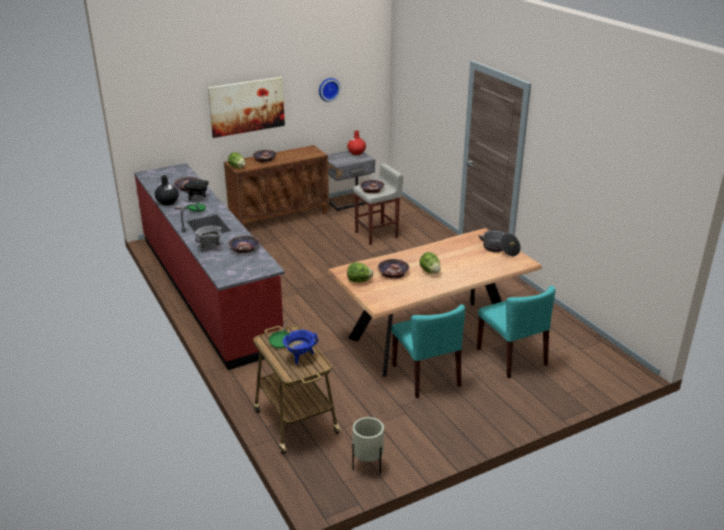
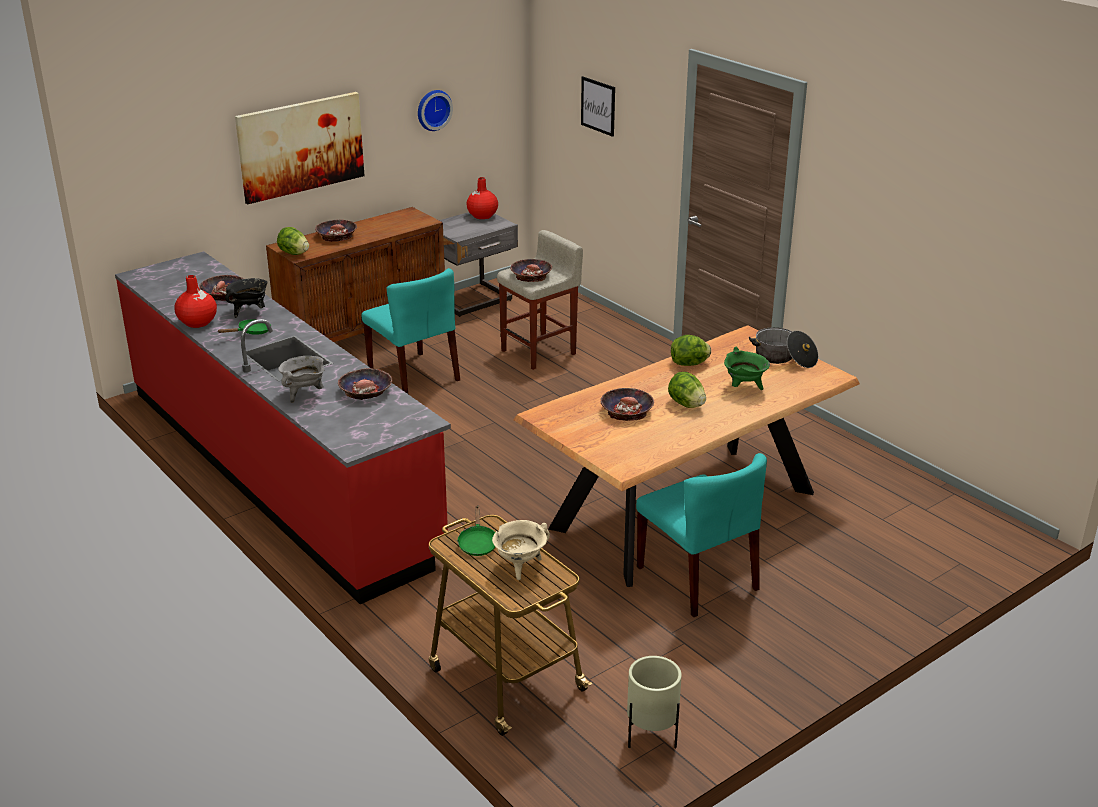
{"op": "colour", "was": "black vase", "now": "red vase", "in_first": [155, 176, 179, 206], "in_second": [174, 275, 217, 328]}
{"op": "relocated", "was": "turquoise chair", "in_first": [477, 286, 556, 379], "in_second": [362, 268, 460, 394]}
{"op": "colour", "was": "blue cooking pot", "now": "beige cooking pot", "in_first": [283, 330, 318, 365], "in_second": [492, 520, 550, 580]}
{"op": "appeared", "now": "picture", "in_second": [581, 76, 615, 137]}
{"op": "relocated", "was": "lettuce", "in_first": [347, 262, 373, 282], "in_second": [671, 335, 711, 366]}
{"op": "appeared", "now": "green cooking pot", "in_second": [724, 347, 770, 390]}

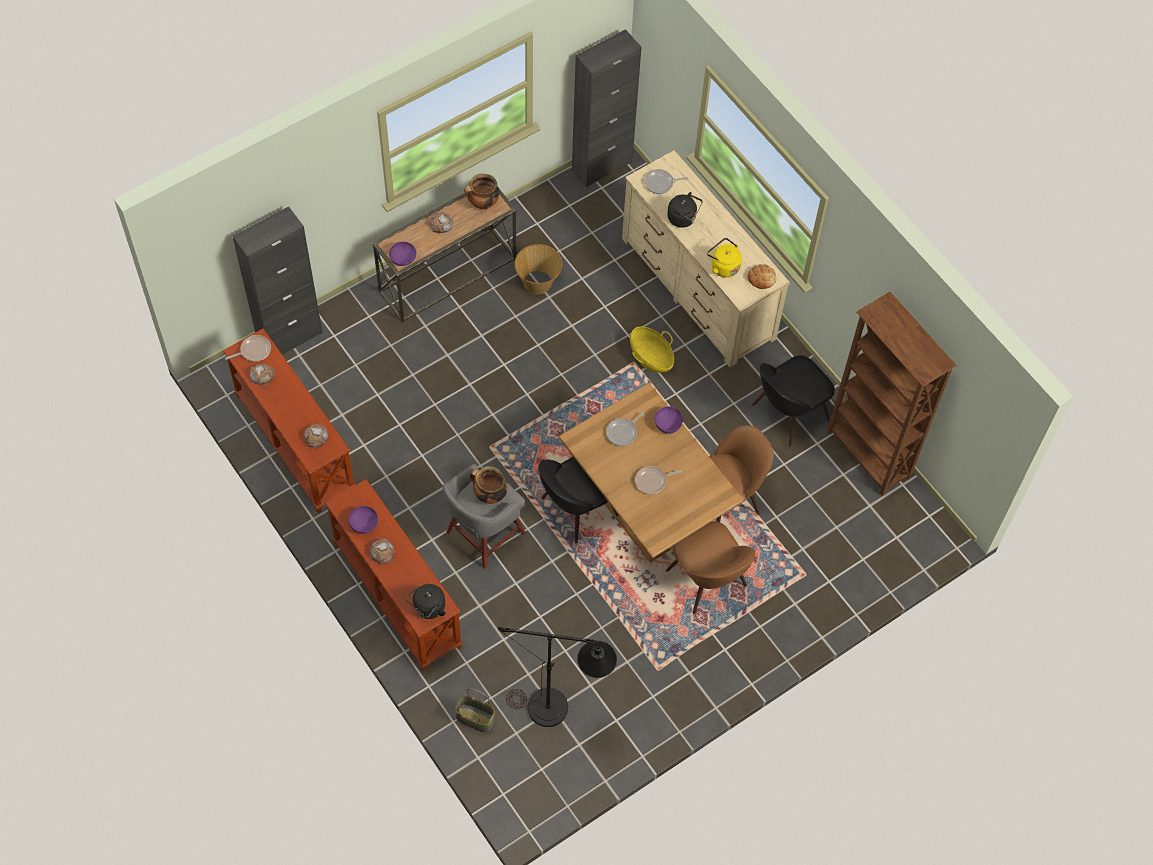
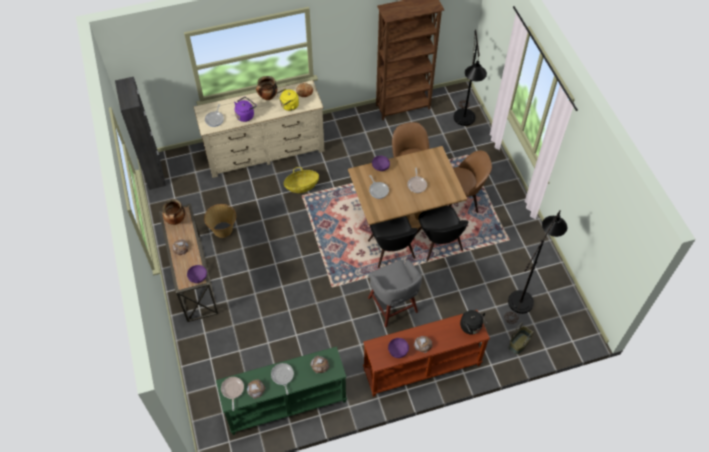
{"op": "colour", "was": "brown console table", "now": "green console table", "in_first": [223, 329, 356, 513], "in_second": [216, 346, 347, 435]}
{"op": "colour", "was": "black kettle", "now": "purple kettle", "in_first": [667, 192, 703, 228], "in_second": [234, 97, 257, 122]}
{"op": "relocated", "was": "cooking pot", "in_first": [470, 466, 508, 504], "in_second": [256, 76, 277, 100]}
{"op": "appeared", "now": "frying pan", "in_second": [271, 363, 294, 395]}
{"op": "relocated", "was": "black chair", "in_first": [752, 355, 835, 447], "in_second": [416, 206, 469, 262]}
{"op": "appeared", "now": "black floor lamp", "in_second": [454, 29, 487, 126]}
{"op": "missing", "was": "black cabinet", "in_first": [233, 206, 323, 355]}

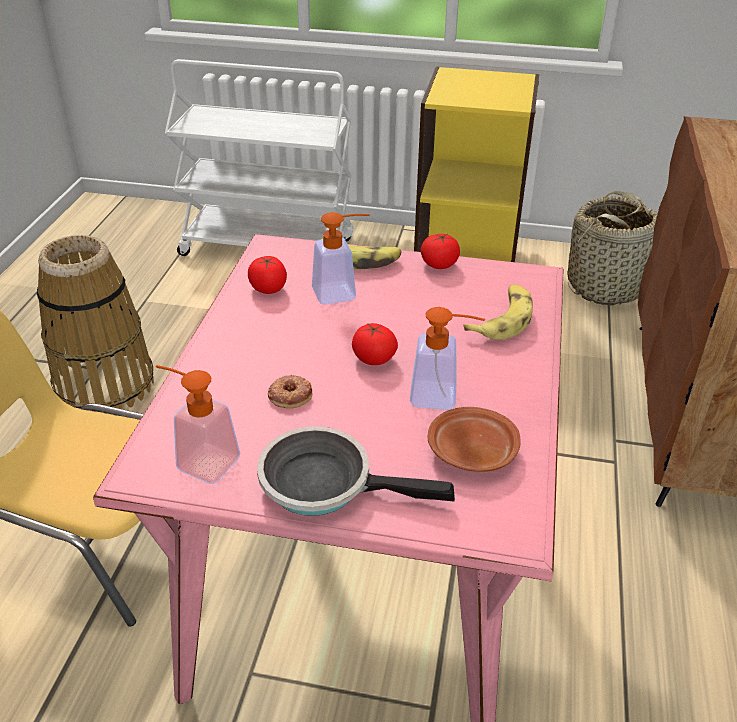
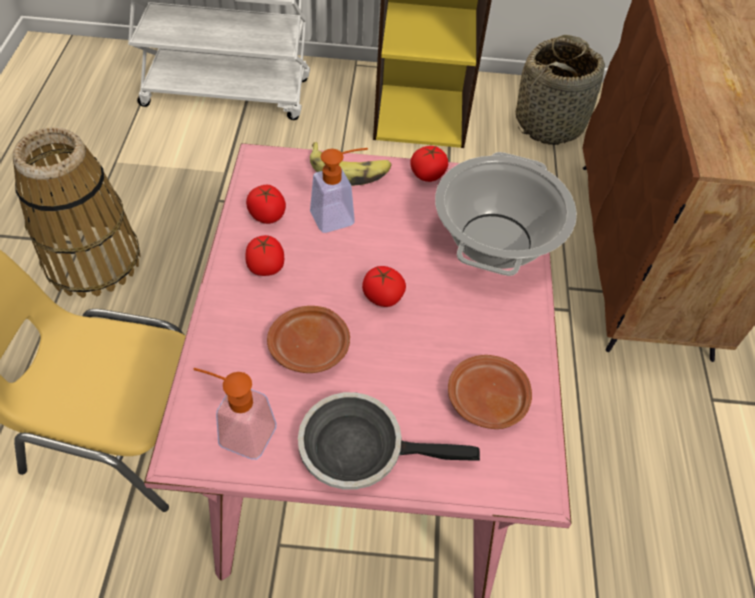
{"op": "appeared", "now": "tomato", "in_second": [245, 235, 284, 276]}
{"op": "exchanged", "was": "donut", "now": "brown plate", "in_first": [268, 375, 312, 408], "in_second": [267, 306, 350, 373]}
{"op": "exchanged", "was": "banana", "now": "cooking pot", "in_first": [463, 284, 533, 340], "in_second": [435, 152, 577, 276]}
{"op": "missing", "was": "soap dispenser", "in_first": [410, 307, 485, 410]}

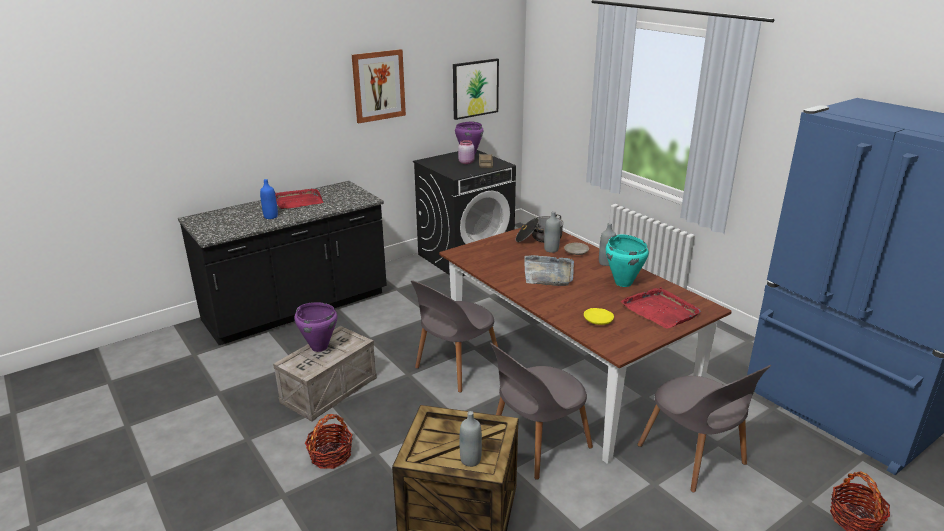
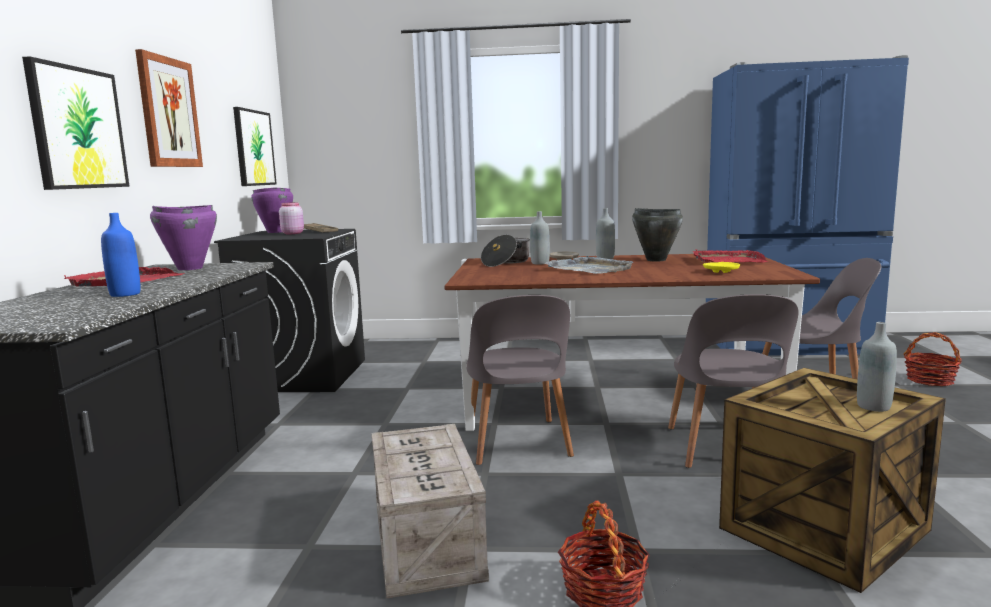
{"op": "appeared", "now": "picture", "in_second": [22, 56, 130, 190]}
{"op": "relocated", "was": "purple cooking pot", "in_first": [295, 302, 337, 352], "in_second": [150, 205, 217, 270]}
{"op": "colour", "was": "turquoise cooking pot", "now": "black cooking pot", "in_first": [606, 234, 649, 287], "in_second": [632, 208, 683, 261]}

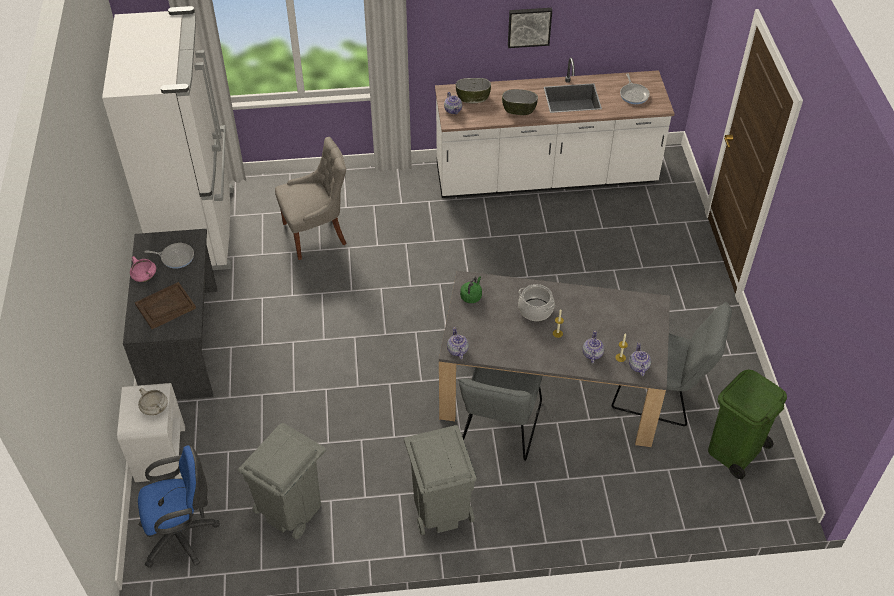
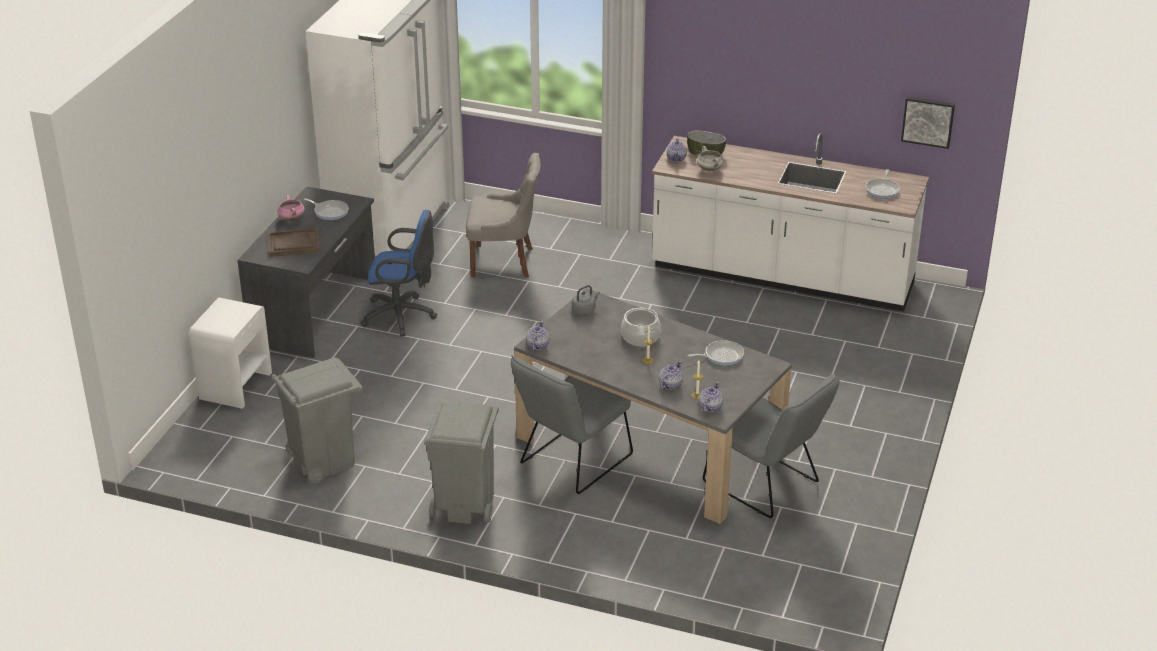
{"op": "relocated", "was": "blue office chair", "in_first": [138, 445, 220, 568], "in_second": [360, 210, 437, 336]}
{"op": "colour", "was": "green kettle", "now": "grey kettle", "in_first": [460, 277, 482, 303], "in_second": [572, 285, 600, 315]}
{"op": "appeared", "now": "frying pan", "in_second": [687, 340, 744, 366]}
{"op": "relocated", "was": "white cooking pot", "in_first": [138, 388, 168, 415], "in_second": [697, 146, 723, 172]}
{"op": "relocated", "was": "picture", "in_first": [508, 8, 552, 48], "in_second": [901, 96, 955, 149]}
{"op": "missing", "was": "bowl", "in_first": [502, 89, 538, 115]}
{"op": "missing", "was": "green trash can", "in_first": [708, 370, 787, 479]}

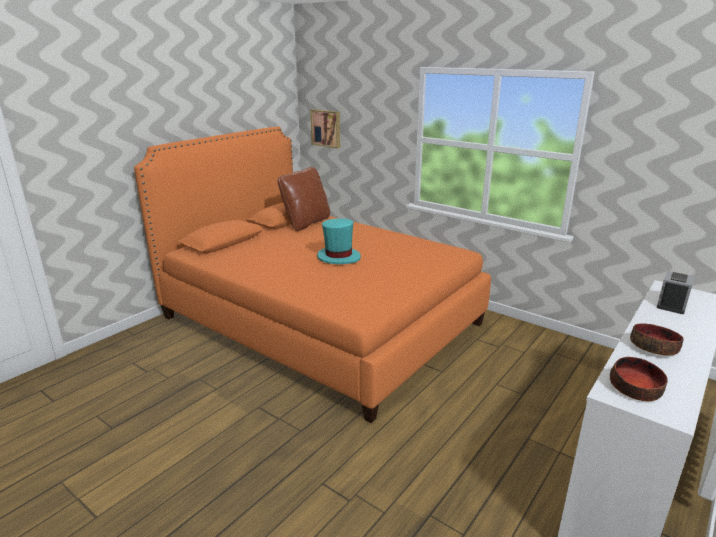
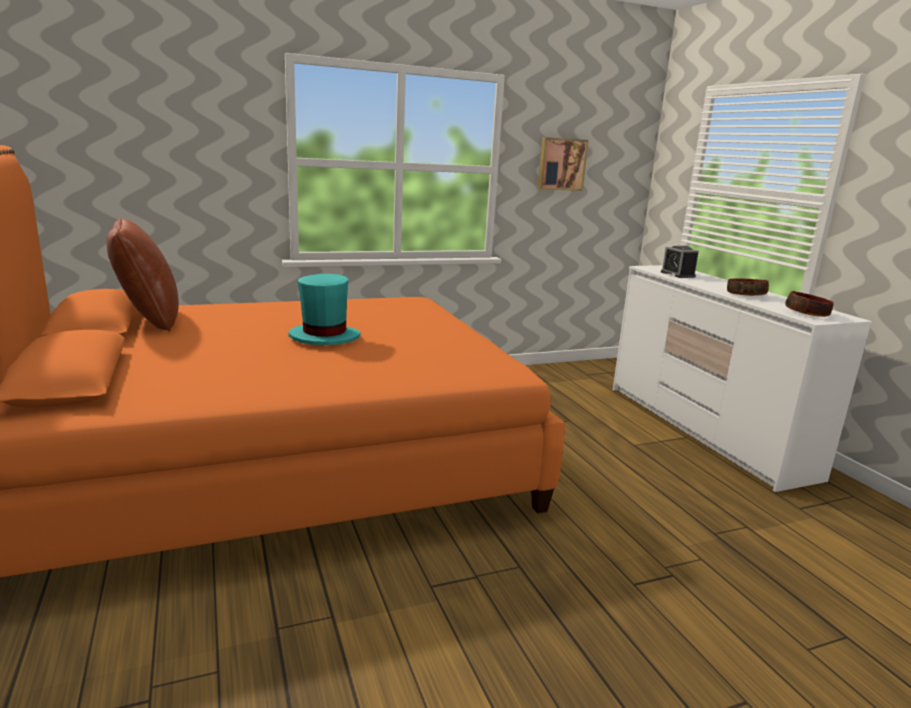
{"op": "relocated", "was": "picture", "in_first": [310, 109, 340, 148], "in_second": [538, 137, 589, 191]}

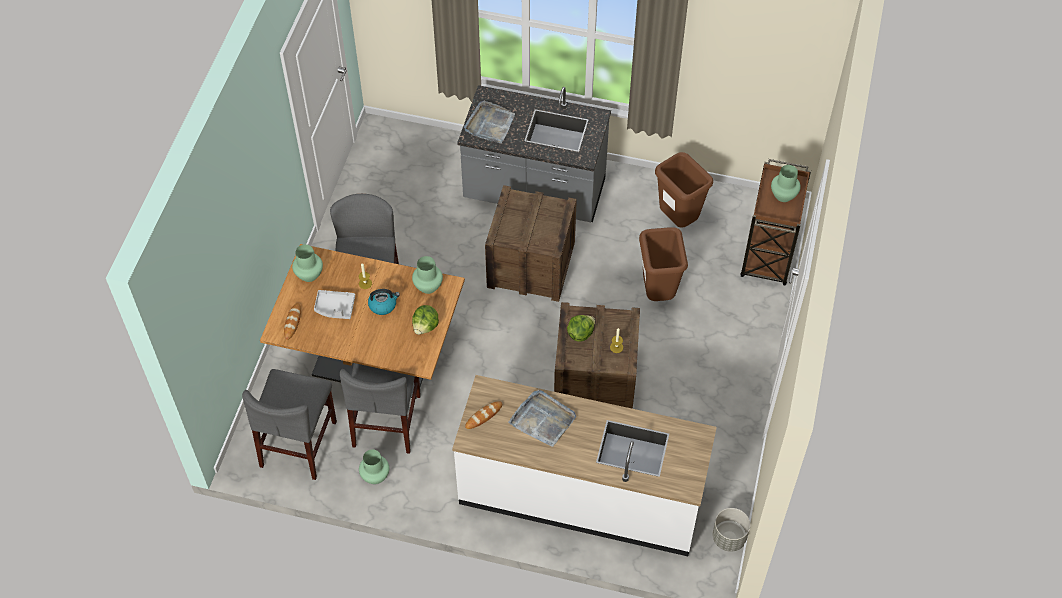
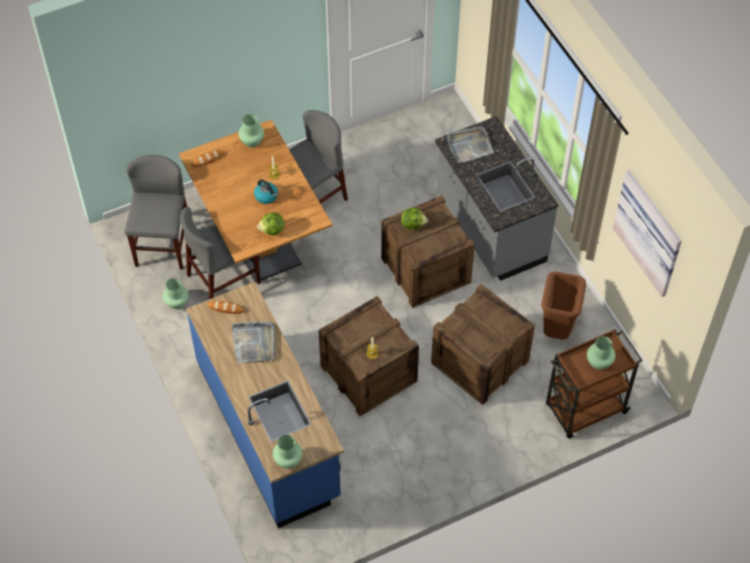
{"op": "spun", "was": "grey chair", "in_first": [242, 369, 337, 480], "in_second": [124, 155, 187, 270], "clockwise": 120}
{"op": "colour", "was": "white counter", "now": "blue counter", "in_first": [452, 375, 717, 556], "in_second": [186, 282, 344, 528]}
{"op": "relocated", "was": "green vase", "in_first": [412, 256, 443, 294], "in_second": [273, 435, 302, 469]}
{"op": "relocated", "was": "lettuce", "in_first": [567, 315, 595, 342], "in_second": [401, 207, 428, 230]}
{"op": "exchanged", "was": "brown trash can", "now": "crate", "in_first": [639, 227, 688, 301], "in_second": [431, 284, 535, 405]}
{"op": "appeared", "now": "picture", "in_second": [613, 171, 682, 297]}
{"op": "missing", "was": "grey tray", "in_first": [314, 290, 355, 319]}
{"op": "missing", "was": "grey planter", "in_first": [712, 508, 750, 552]}

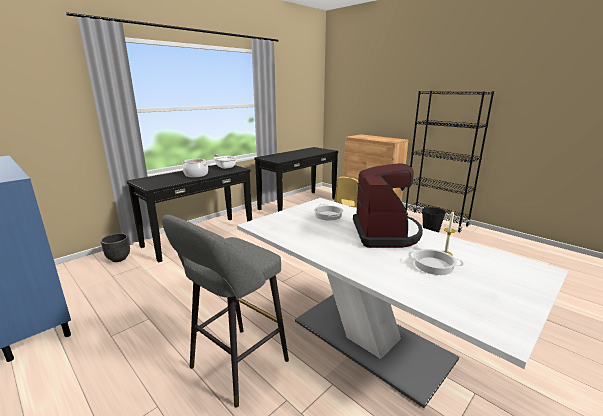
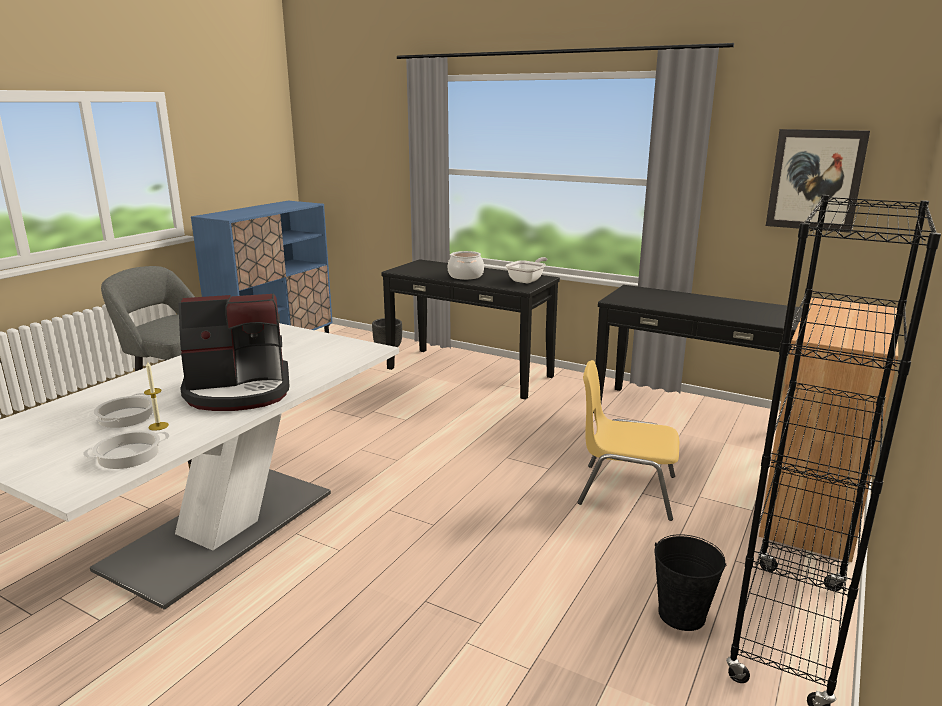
{"op": "relocated", "was": "cooking pot", "in_first": [314, 204, 343, 221], "in_second": [83, 430, 170, 469]}
{"op": "appeared", "now": "picture", "in_second": [766, 129, 870, 233]}

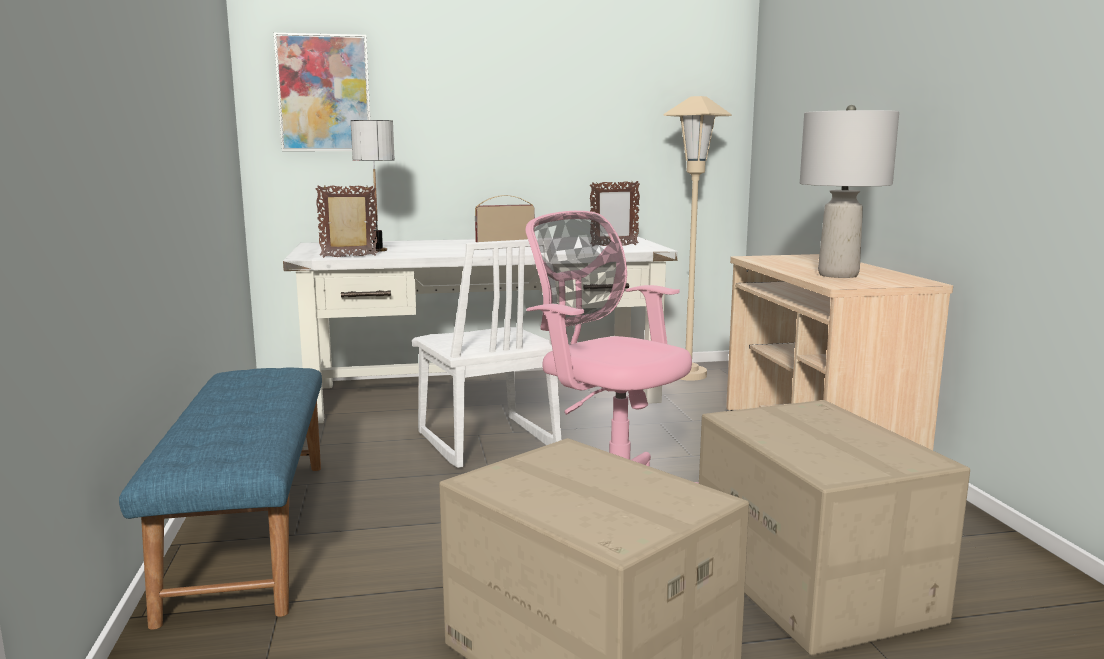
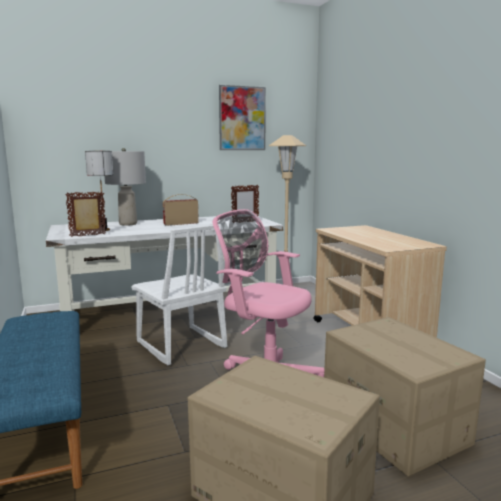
{"op": "relocated", "was": "grey table lamp", "in_first": [800, 105, 899, 278], "in_second": [105, 148, 146, 226]}
{"op": "relocated", "was": "picture", "in_first": [274, 33, 370, 151], "in_second": [219, 85, 266, 150]}

